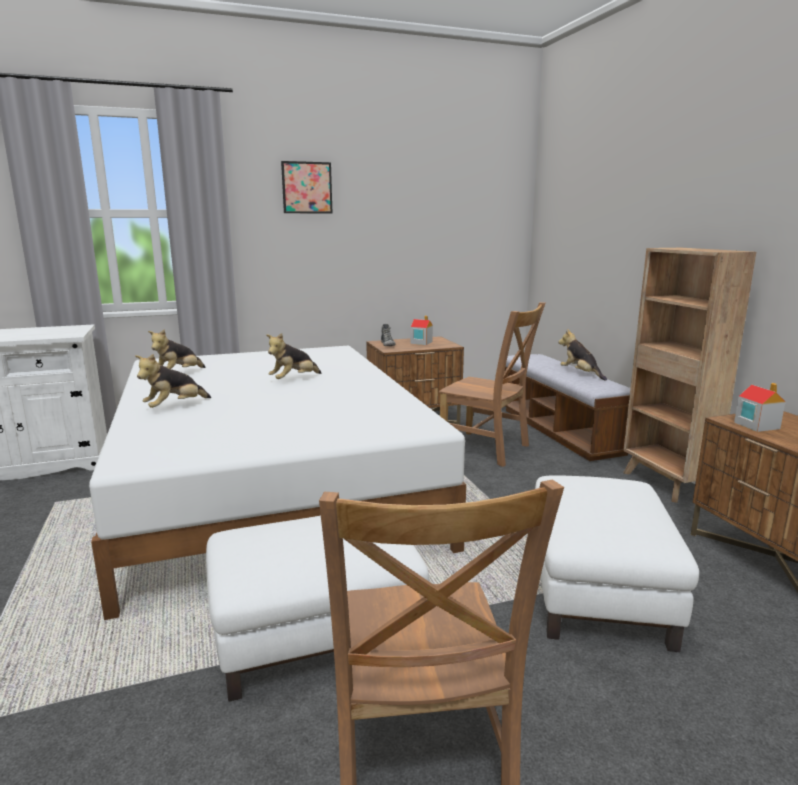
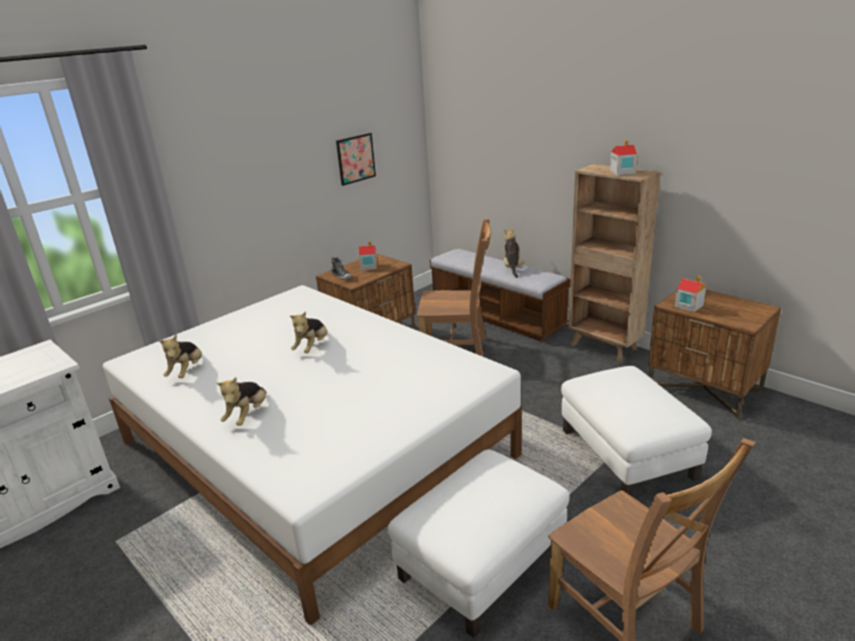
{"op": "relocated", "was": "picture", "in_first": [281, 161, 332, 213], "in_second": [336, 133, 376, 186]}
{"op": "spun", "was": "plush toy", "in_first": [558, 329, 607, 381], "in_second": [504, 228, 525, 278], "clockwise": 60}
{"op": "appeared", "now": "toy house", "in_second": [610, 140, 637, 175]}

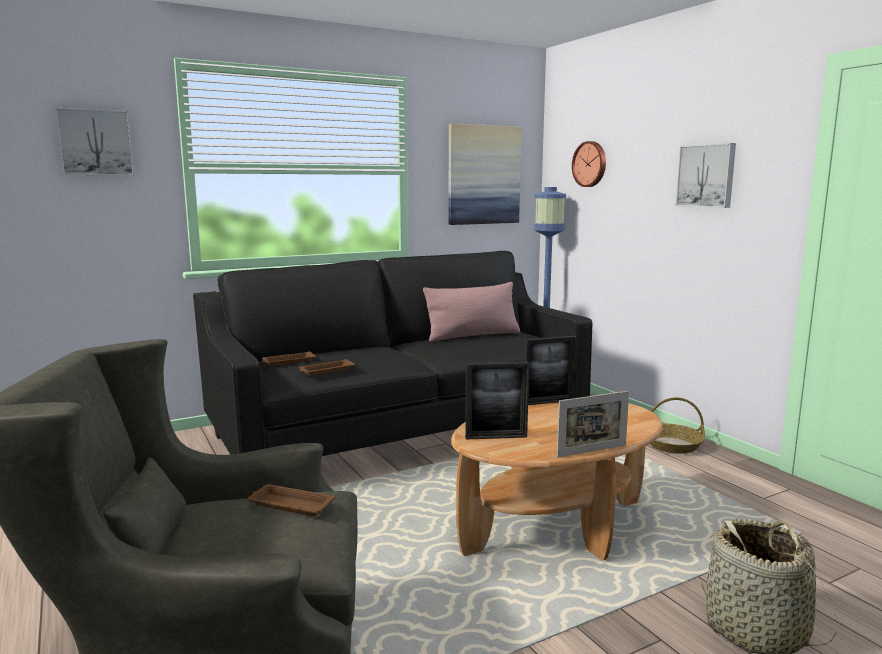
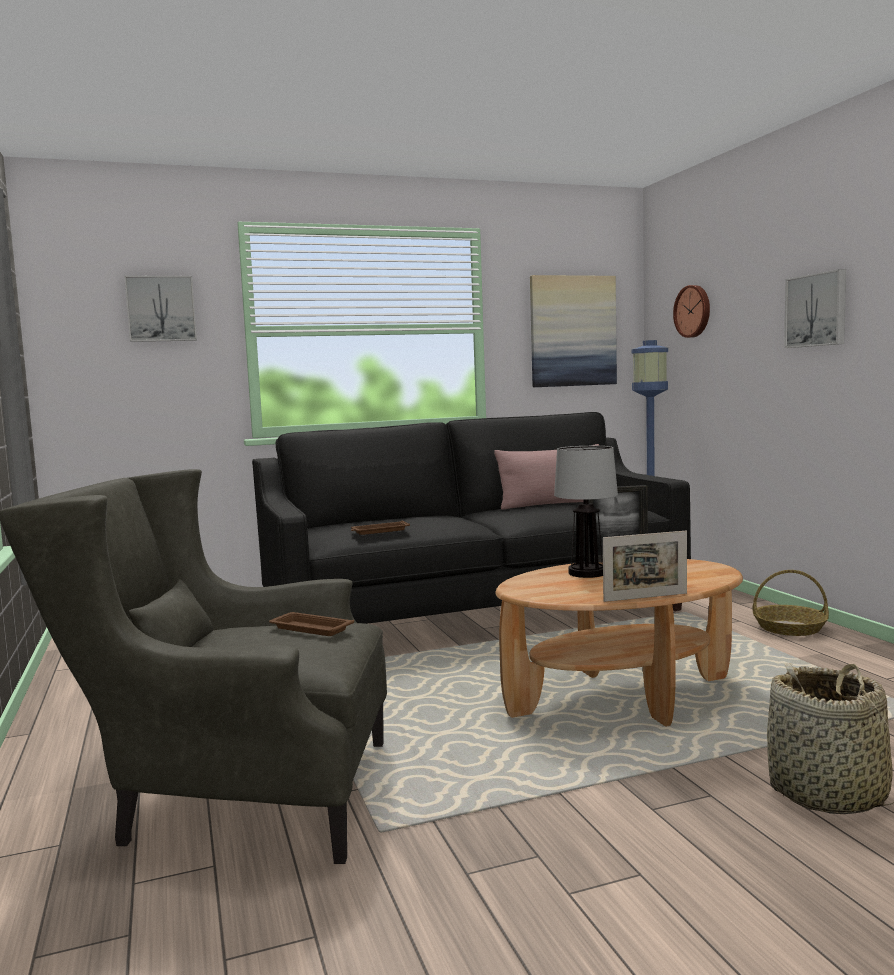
{"op": "appeared", "now": "table lamp", "in_second": [554, 446, 618, 578]}
{"op": "missing", "was": "brown tray", "in_first": [261, 351, 316, 366]}
{"op": "missing", "was": "picture frame", "in_first": [465, 362, 529, 440]}

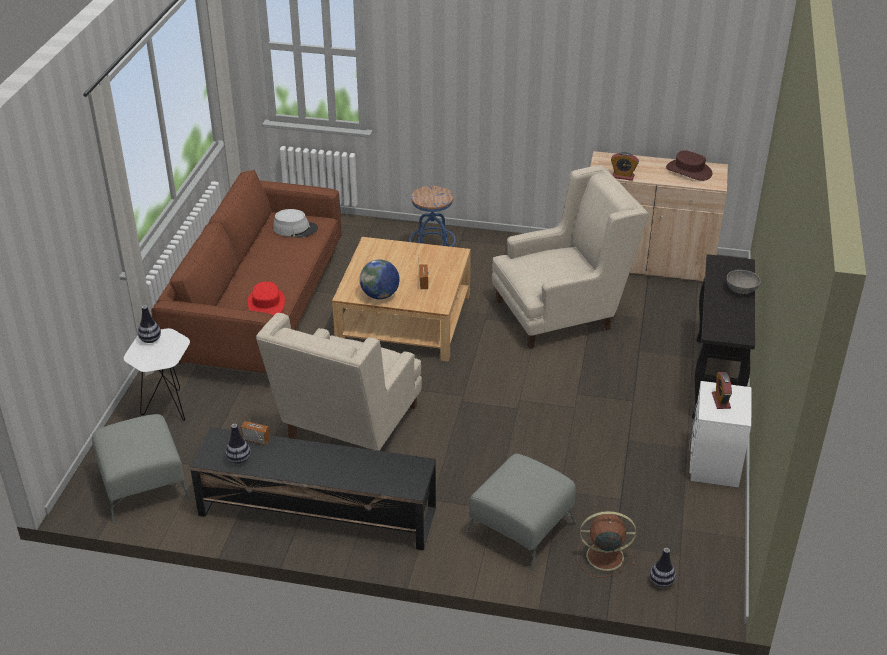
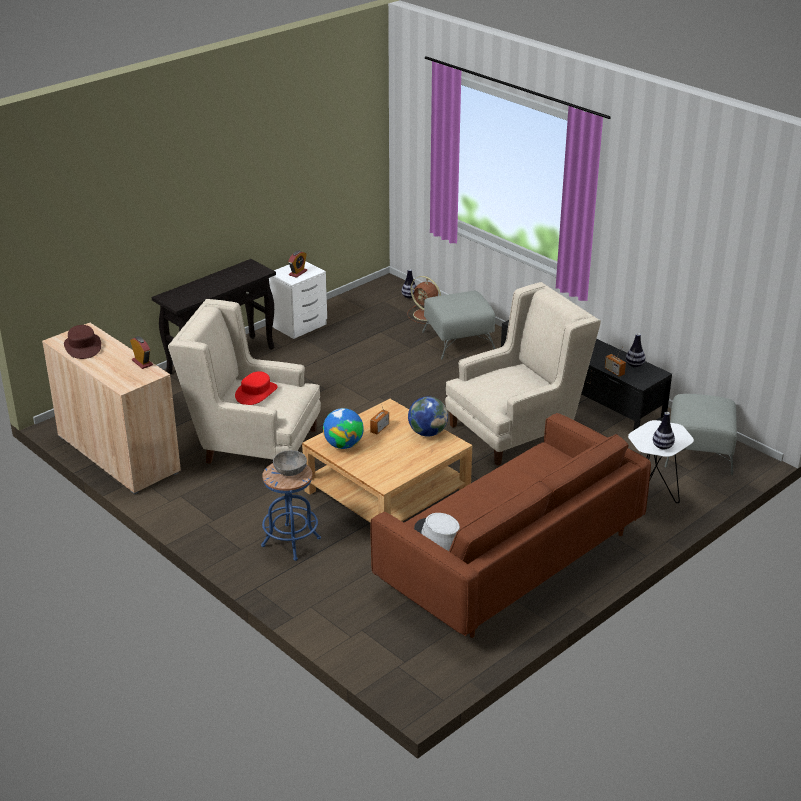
{"op": "relocated", "was": "red hat", "in_first": [248, 282, 285, 316], "in_second": [235, 371, 278, 405]}
{"op": "relocated", "was": "grey bowl", "in_first": [727, 270, 761, 294], "in_second": [273, 450, 307, 476]}
{"op": "appeared", "now": "globe", "in_second": [323, 408, 364, 449]}

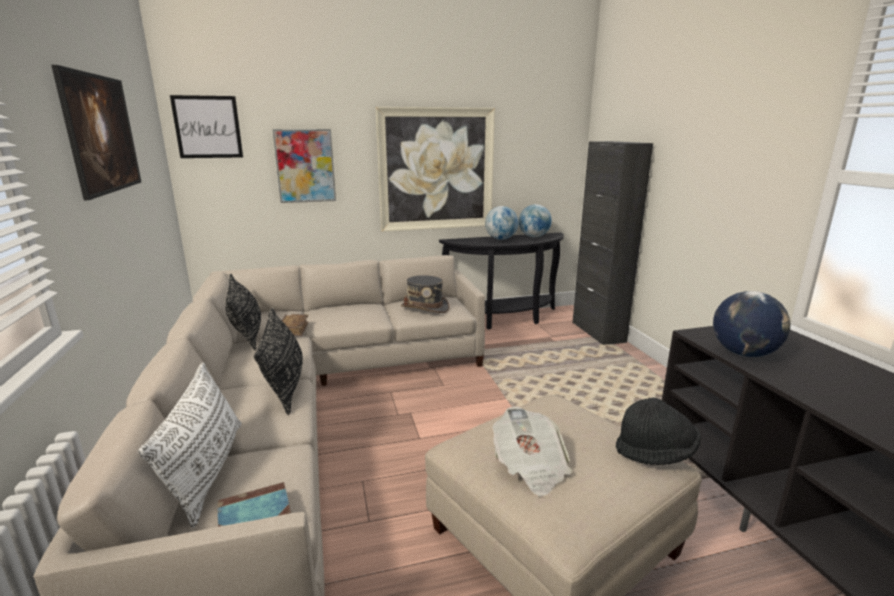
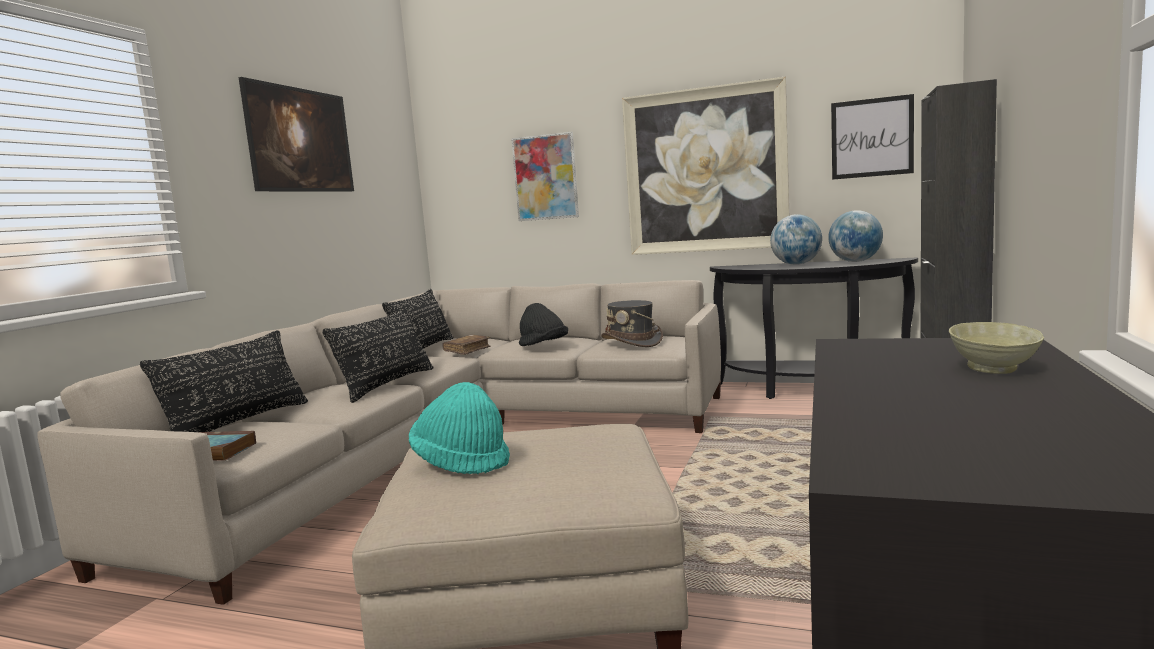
{"op": "colour", "was": "white pillow", "now": "black pillow", "in_first": [138, 362, 241, 528], "in_second": [140, 330, 308, 432]}
{"op": "exchanged", "was": "newspaper", "now": "turquoise hat", "in_first": [492, 406, 572, 497], "in_second": [409, 382, 510, 474]}
{"op": "relocated", "was": "black hat", "in_first": [616, 398, 701, 465], "in_second": [519, 303, 568, 346]}
{"op": "relocated", "was": "picture", "in_first": [170, 95, 243, 158], "in_second": [831, 94, 914, 180]}
{"op": "appeared", "now": "beige bowl", "in_second": [949, 322, 1044, 374]}
{"op": "missing", "was": "globe", "in_first": [713, 291, 791, 357]}

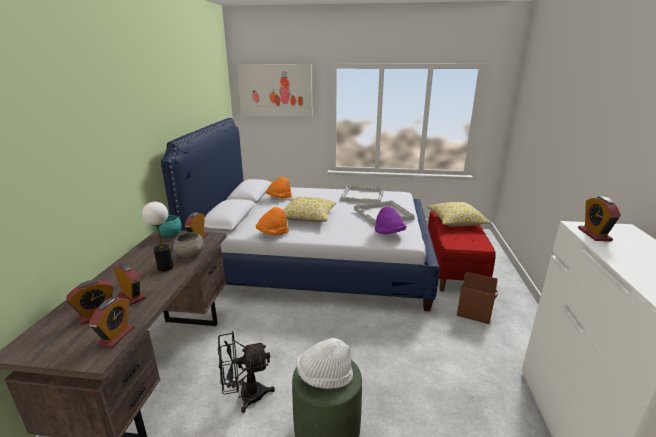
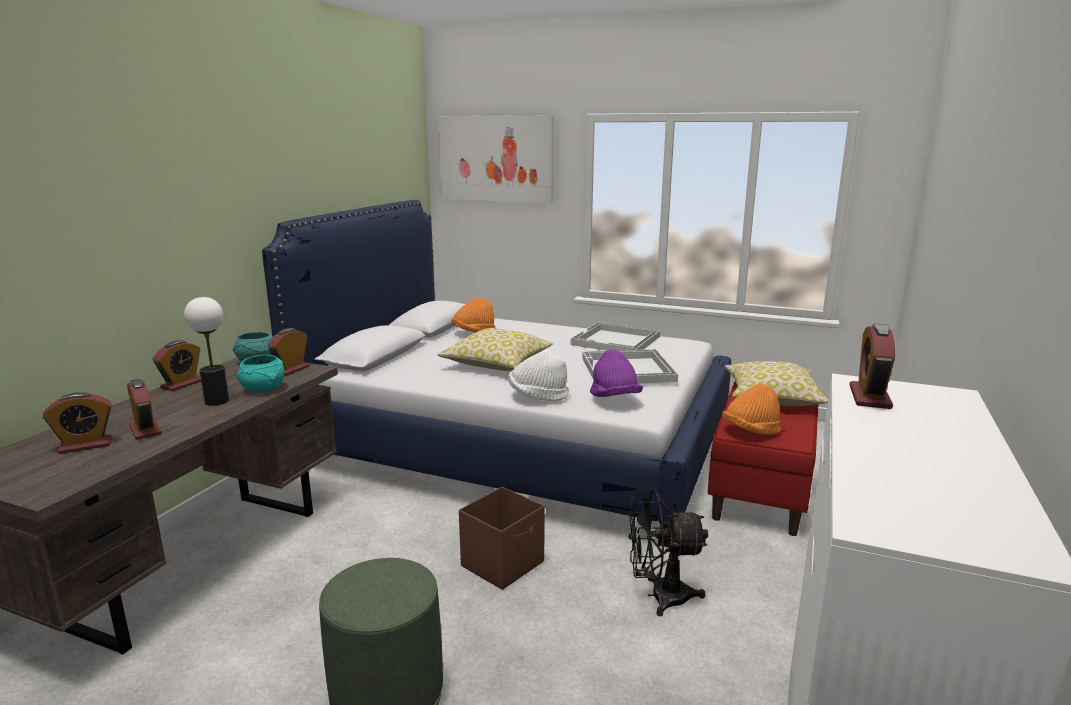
{"op": "relocated", "was": "alarm clock", "in_first": [89, 297, 135, 348], "in_second": [152, 340, 201, 391]}
{"op": "colour", "was": "grey bowl", "now": "turquoise bowl", "in_first": [173, 232, 204, 258], "in_second": [237, 355, 284, 393]}
{"op": "relocated", "was": "brown storage box", "in_first": [457, 272, 498, 324], "in_second": [459, 487, 545, 590]}
{"op": "relocated", "was": "white hat", "in_first": [296, 338, 353, 389], "in_second": [508, 350, 569, 401]}
{"op": "relocated", "was": "black fan", "in_first": [218, 331, 275, 413], "in_second": [628, 489, 708, 616]}
{"op": "relocated", "was": "orange hat", "in_first": [256, 207, 289, 235], "in_second": [722, 383, 781, 435]}

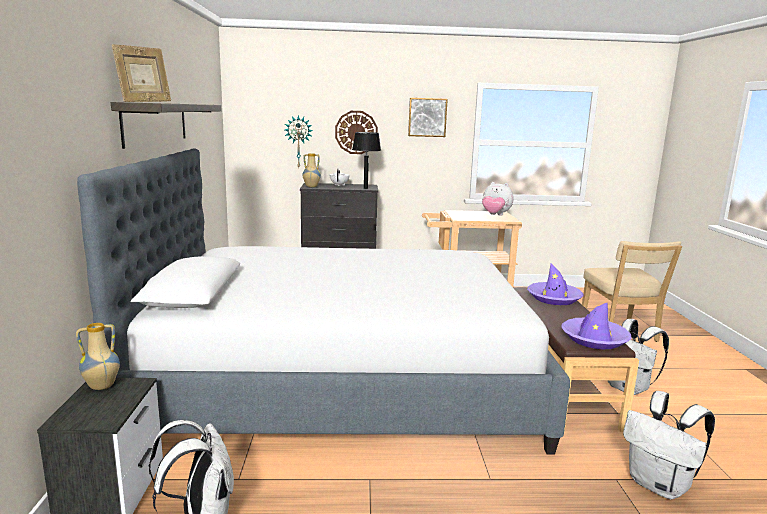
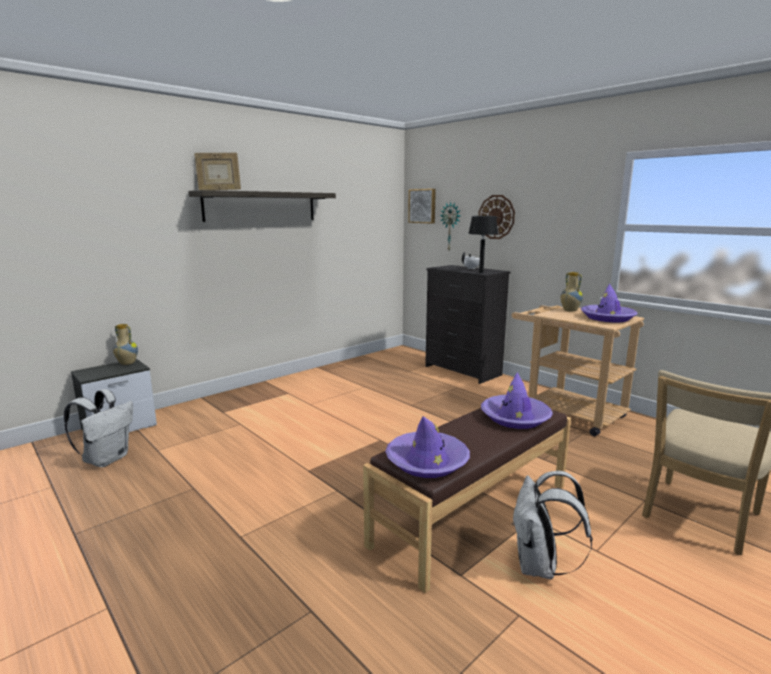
{"op": "relocated", "was": "picture", "in_first": [408, 98, 448, 137], "in_second": [408, 189, 436, 224]}
{"op": "relocated", "was": "vase", "in_first": [303, 153, 321, 187], "in_second": [560, 272, 583, 312]}
{"op": "exchanged", "was": "plush toy", "now": "purple hat", "in_first": [482, 182, 514, 216], "in_second": [581, 283, 637, 322]}
{"op": "missing", "was": "bed", "in_first": [77, 149, 570, 455]}
{"op": "missing", "was": "white backpack", "in_first": [623, 391, 715, 499]}

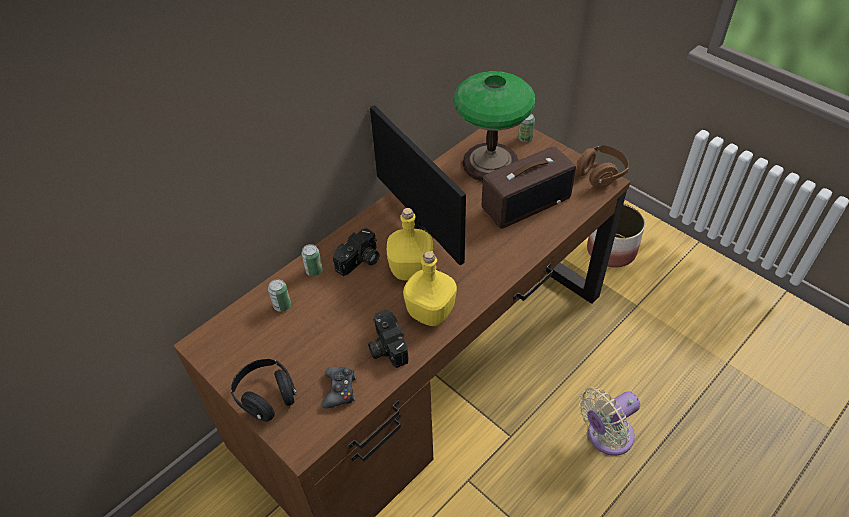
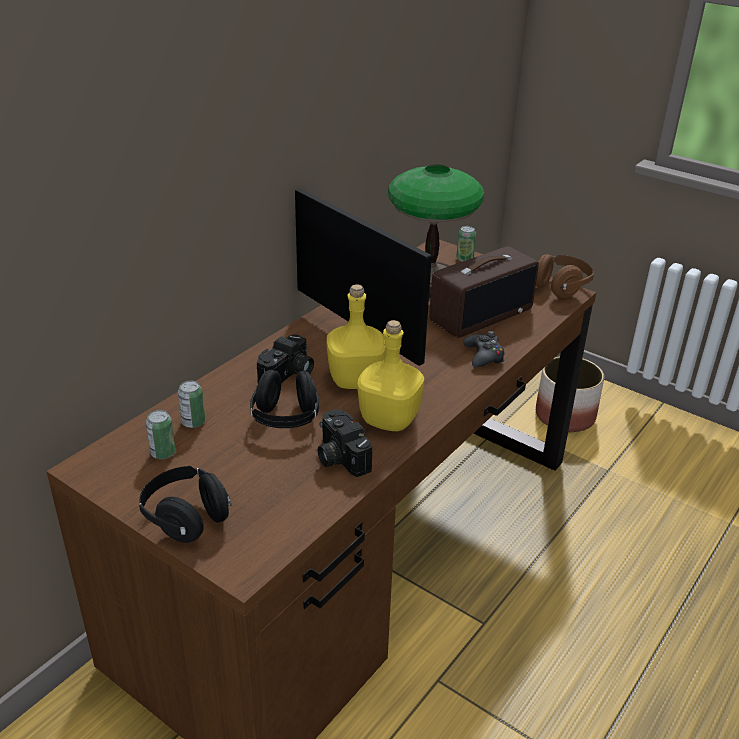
{"op": "relocated", "was": "can", "in_first": [301, 244, 323, 276], "in_second": [146, 410, 176, 459]}
{"op": "appeared", "now": "black headphones", "in_second": [250, 370, 319, 428]}
{"op": "relocated", "was": "black game controller", "in_first": [322, 367, 357, 408], "in_second": [463, 331, 504, 368]}
{"op": "missing", "was": "beige fan", "in_first": [579, 387, 640, 456]}

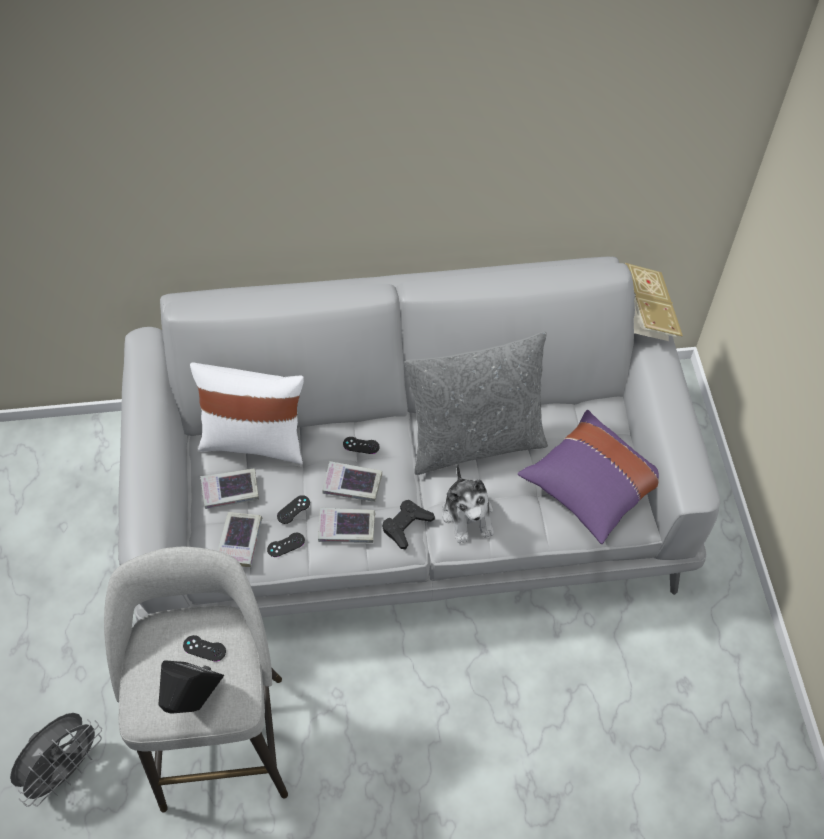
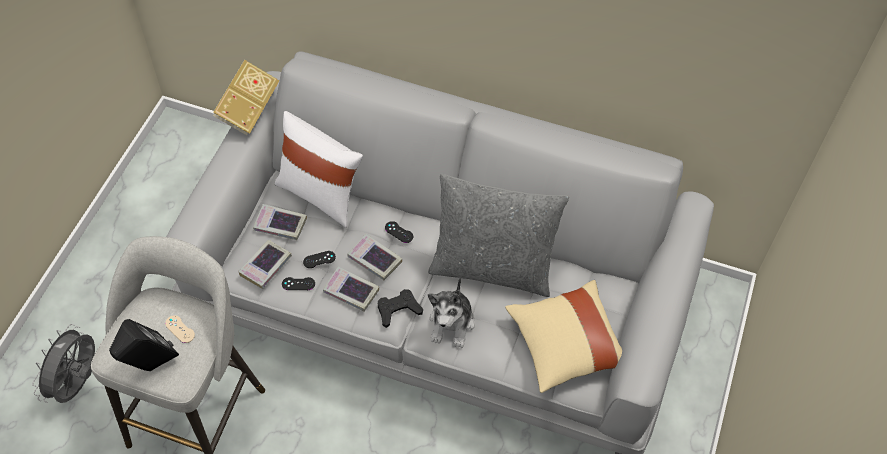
{"op": "spun", "was": "grey fan", "in_first": [10, 713, 102, 807], "in_second": [32, 324, 95, 403], "clockwise": 135}
{"op": "colour", "was": "black game controller", "now": "beige game controller", "in_first": [183, 635, 226, 662], "in_second": [165, 315, 195, 343]}
{"op": "relocated", "was": "book", "in_first": [625, 263, 683, 341], "in_second": [213, 60, 280, 135]}
{"op": "colour", "was": "purple pillow", "now": "beige pillow", "in_first": [518, 410, 659, 544], "in_second": [505, 280, 622, 393]}

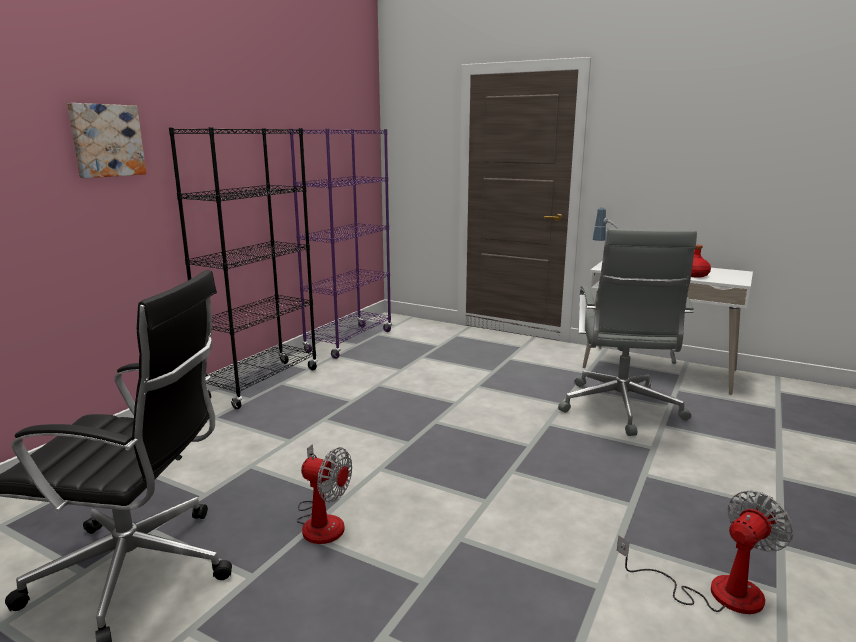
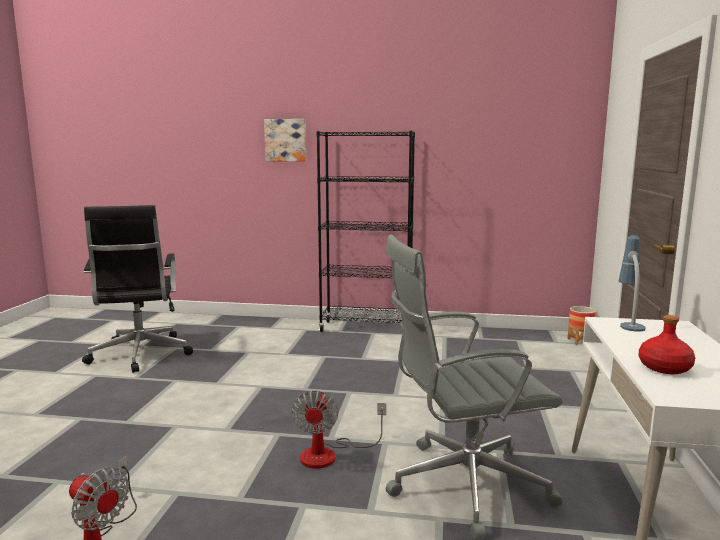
{"op": "relocated", "was": "fan", "in_first": [297, 444, 352, 544], "in_second": [292, 390, 386, 469]}
{"op": "appeared", "now": "planter", "in_second": [567, 306, 596, 345]}
{"op": "missing", "was": "purple bookcase", "in_first": [289, 129, 392, 359]}

